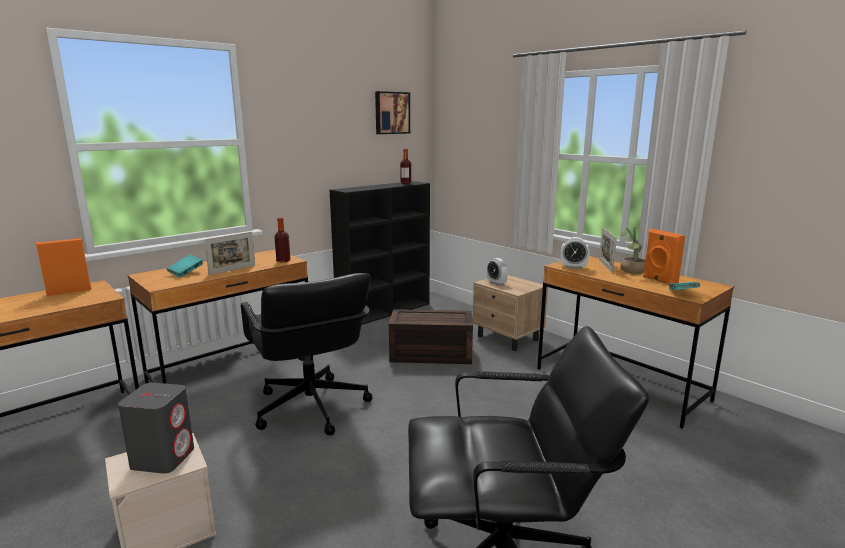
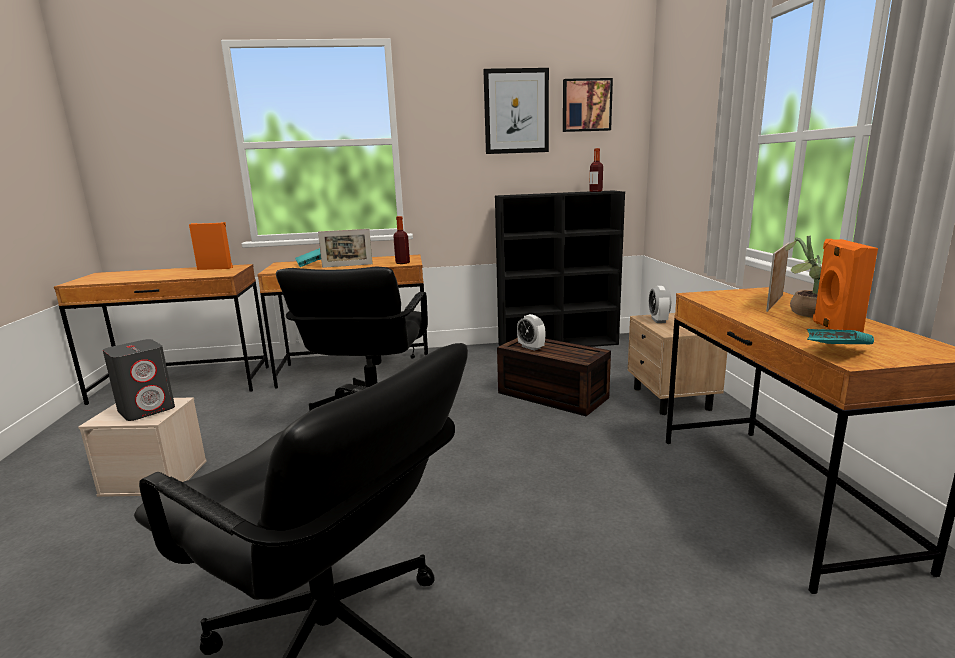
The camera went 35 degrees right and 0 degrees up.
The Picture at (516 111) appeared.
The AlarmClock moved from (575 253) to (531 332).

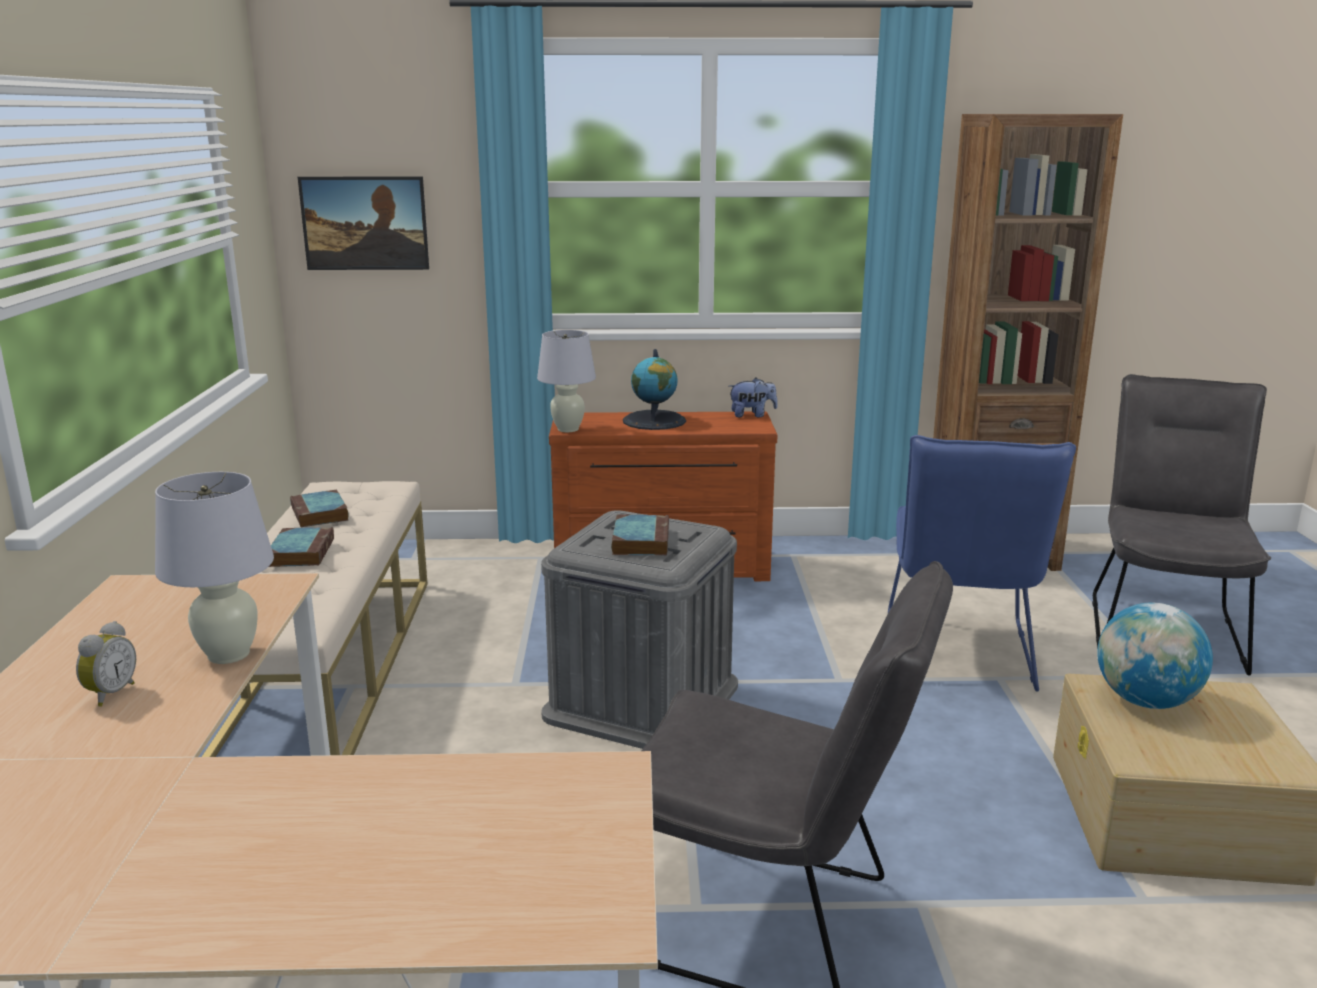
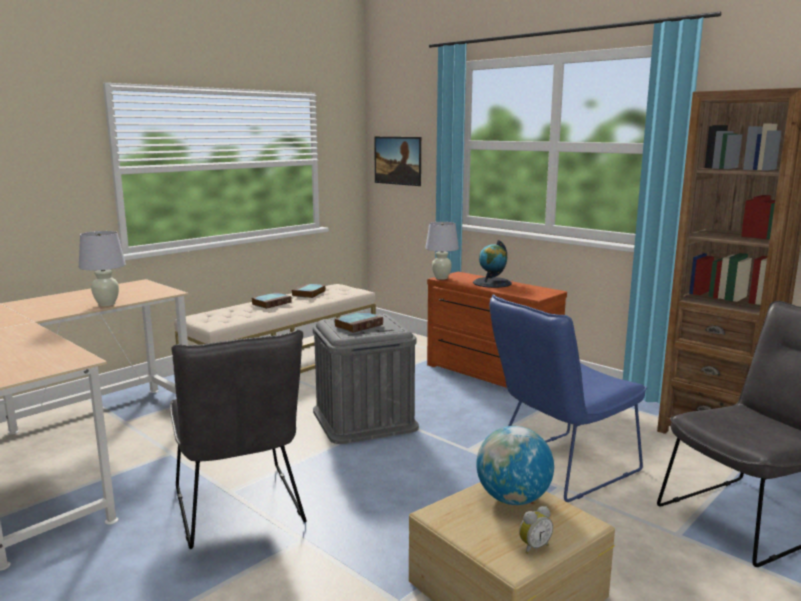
The camera went 45 degrees right and 5 degrees down.
The AlarmClock moved from (106 663) to (536 530).
The PlushToy at (753 397) disappeared.

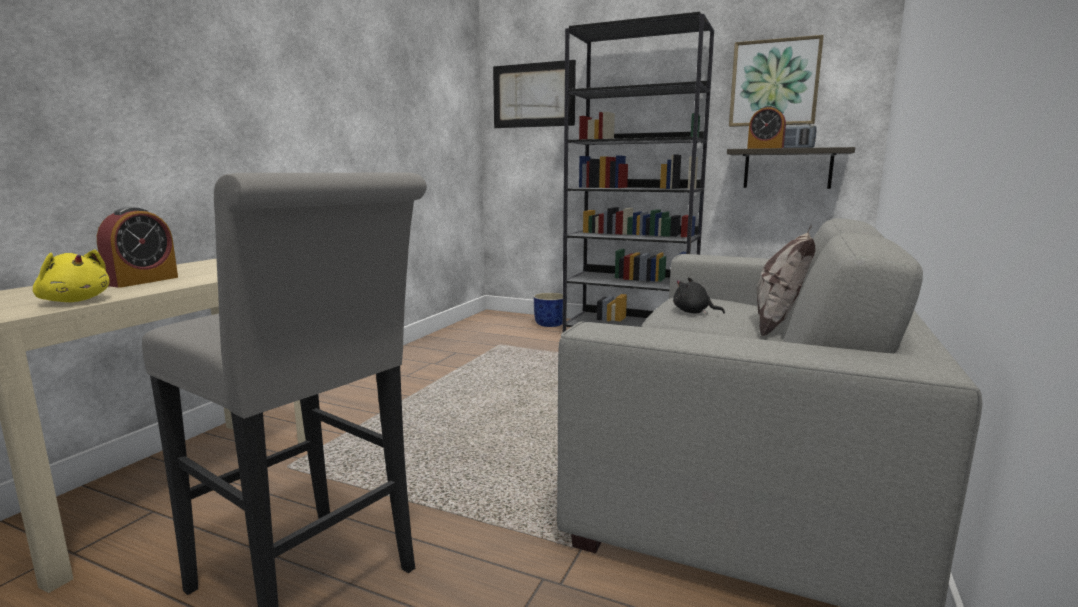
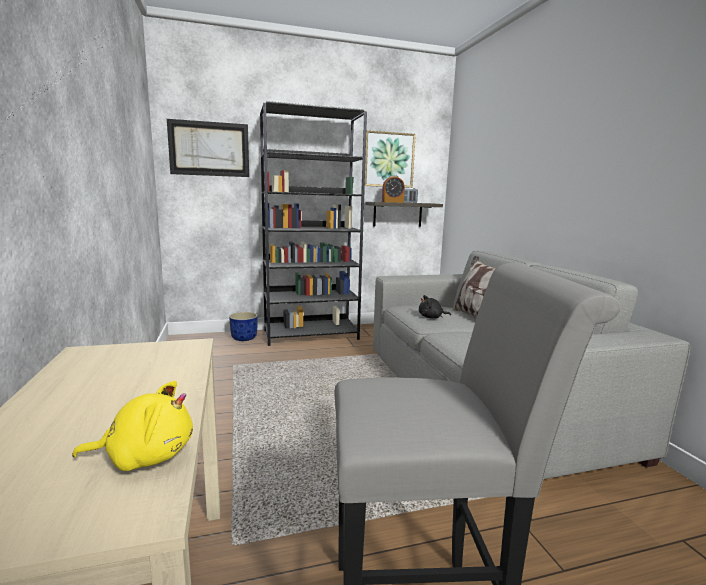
The camera went 40 degrees left and 0 degrees up.
The AlarmClock at (137 247) disappeared.

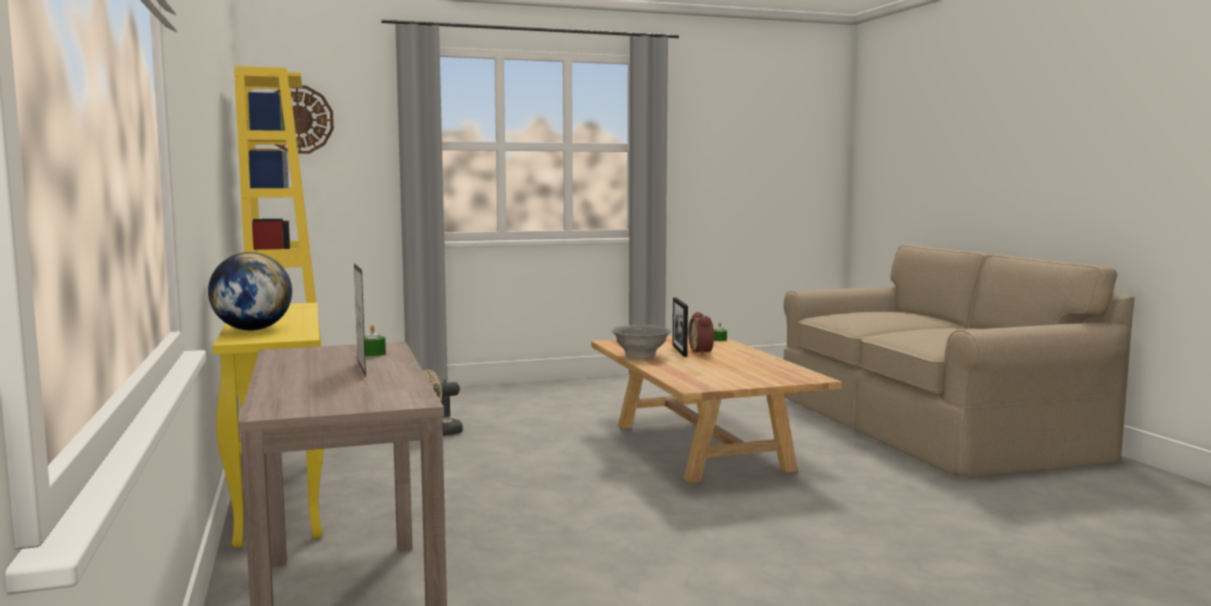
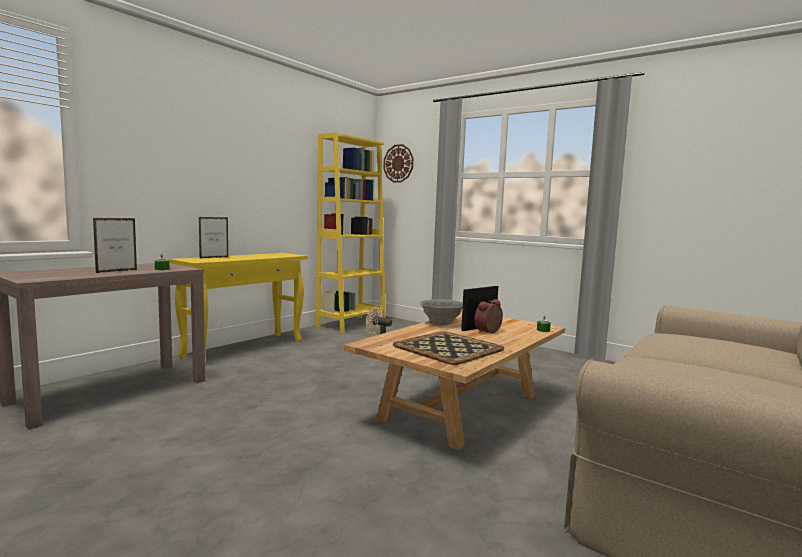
The camera went 55 degrees right and 0 degrees up.
The Globe at (250 291) was replaced by the PictureFrame at (213 238).
The Tray at (448 348) appeared.

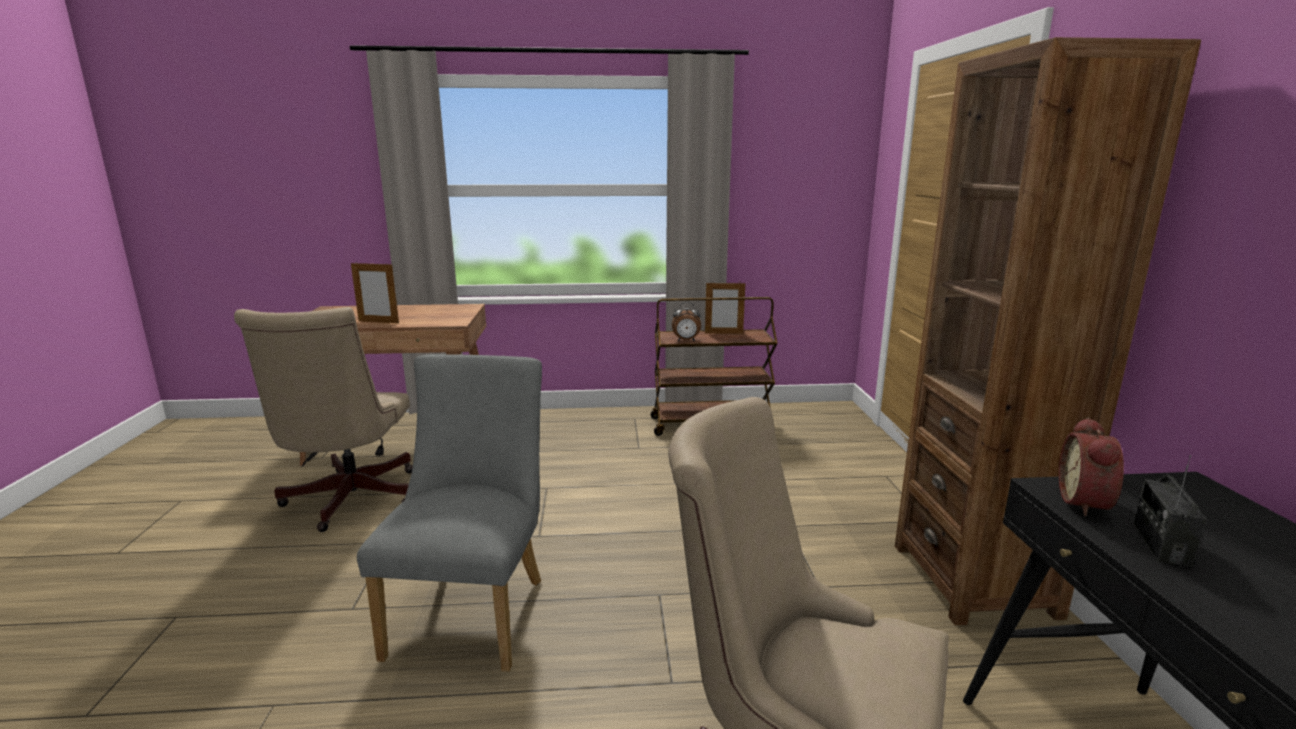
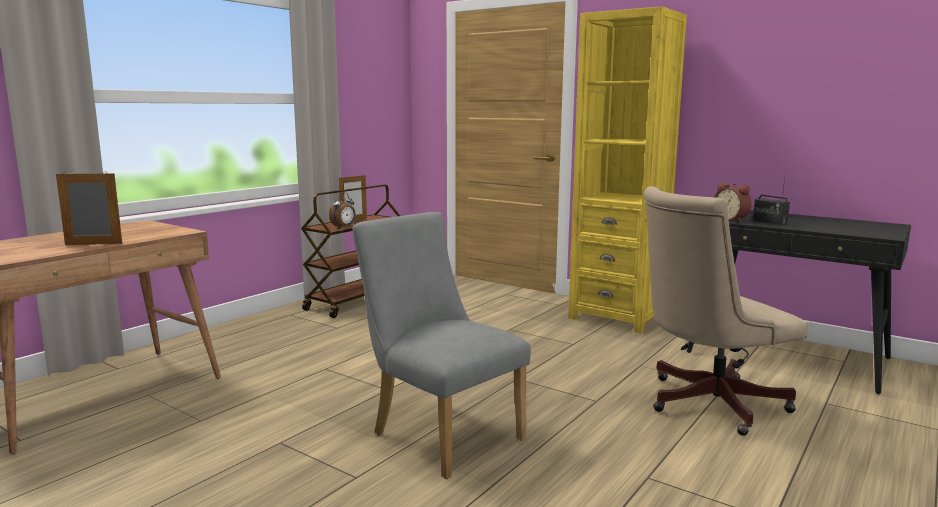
The camera went 50 degrees left and 5 degrees down.
The PictureFrame at (375 292) turned 150 degrees counterclockwise.
The BrownBookcase at (1048 331) became the YellowBookcase at (627 170).
The BeigeOfficeChair at (323 419) disappeared.

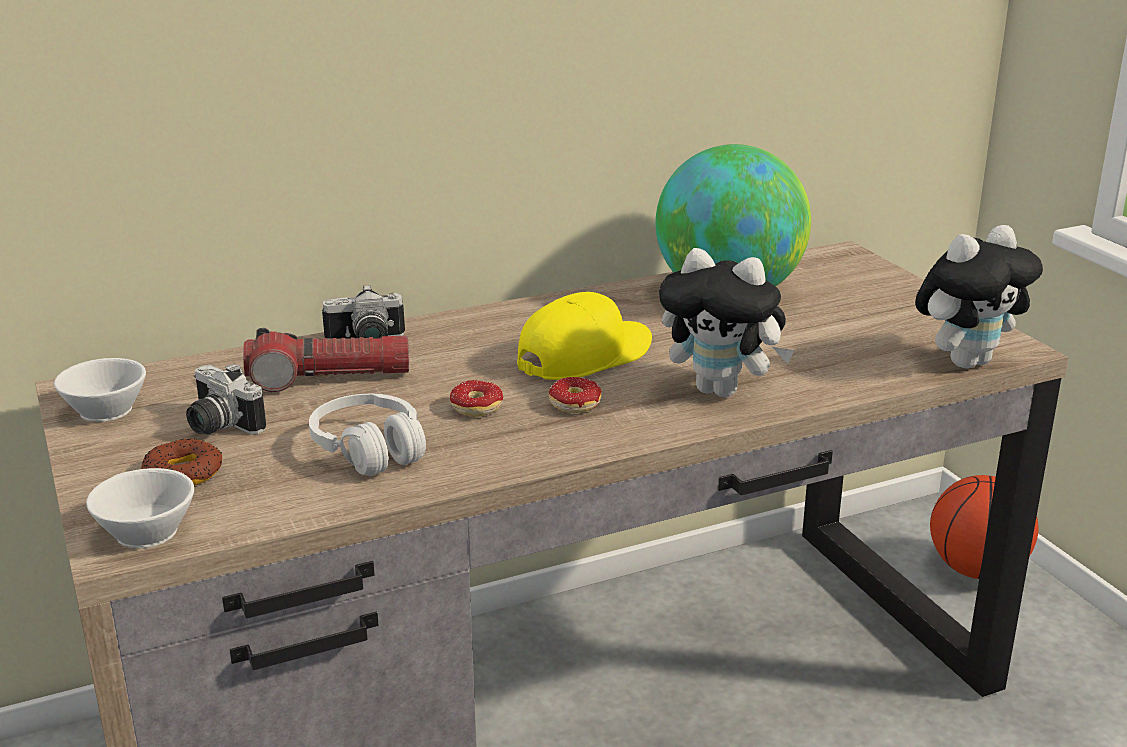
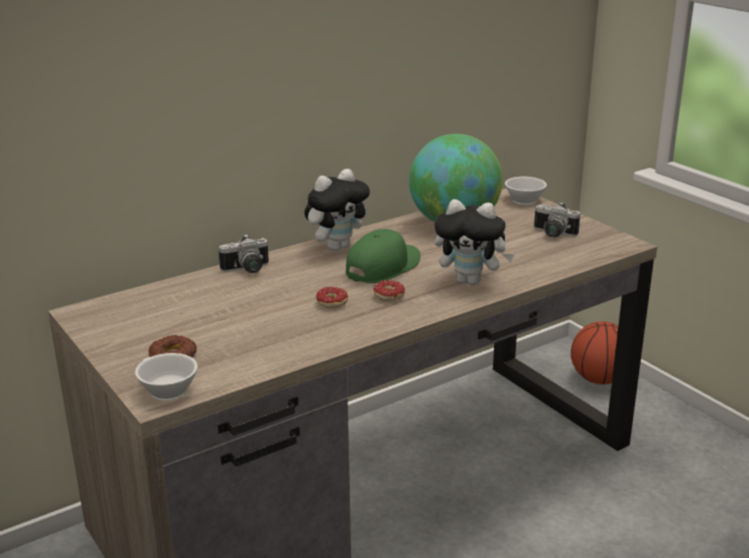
The camera went 10 degrees left and 0 degrees up.
The PlushToy moved from (979 297) to (337 210).
The YellowCap at (584 336) became the GreenCap at (383 256).
The WhiteCup moved from (100 390) to (526 190).
The PhotoCamera moved from (226 399) to (557 219).
The Flashlight at (326 360) disappeared.
The WhiteHeadphones at (367 435) disappeared.

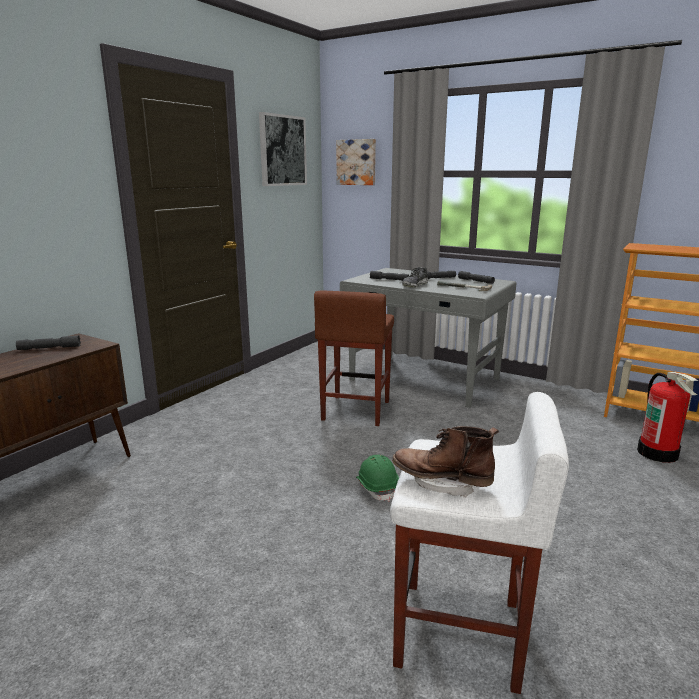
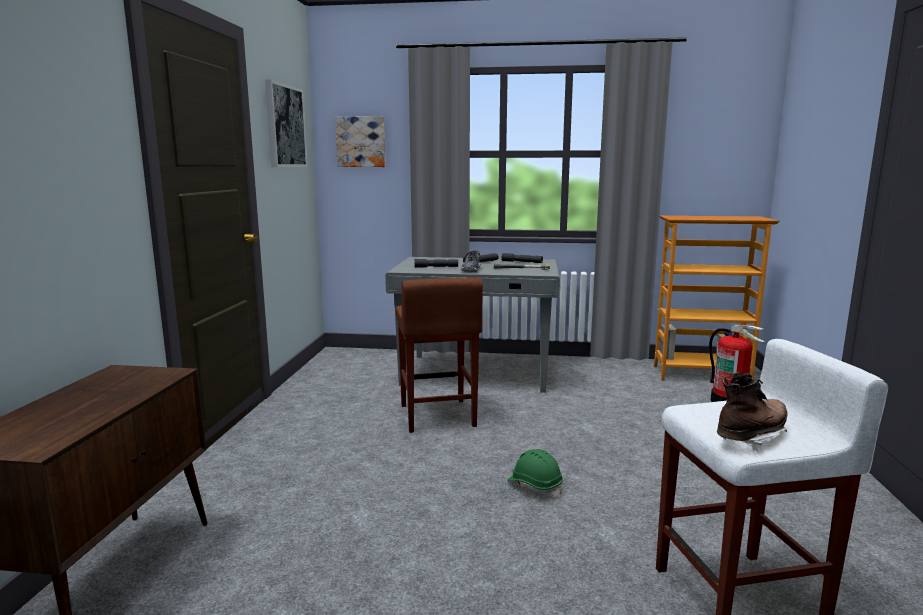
The camera went 25 degrees left and 5 degrees down.
The BrownBoot at (445 462) turned 150 degrees clockwise.
The GreyFlashlight at (48 342) disappeared.

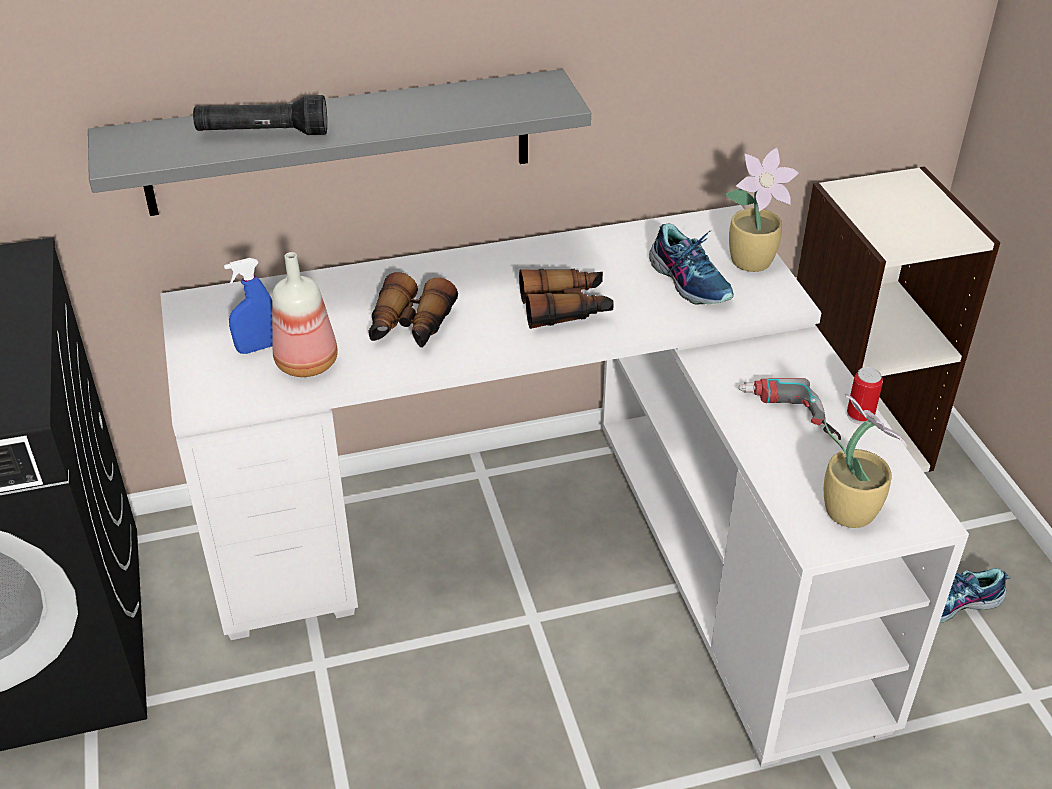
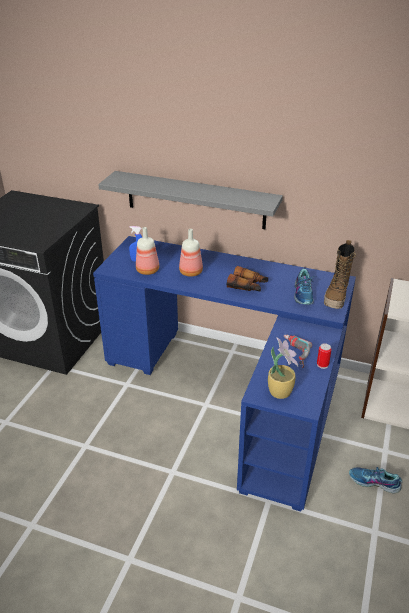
The camera went 35 degrees right and 5 degrees down.
The WhiteDesk at (564 486) became the BlueDesk at (224 374).
The Binoculars at (413 310) was replaced by the Bottle at (191 253).
The PottedPlant at (762 210) was replaced by the Boot at (340 274).
The BlackFlashlight at (260 115) disappeared.

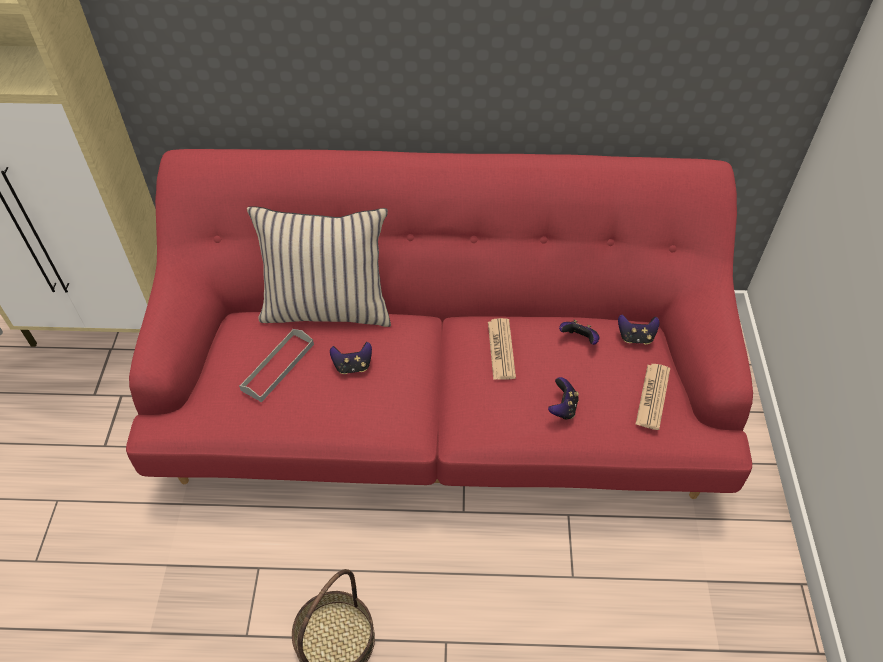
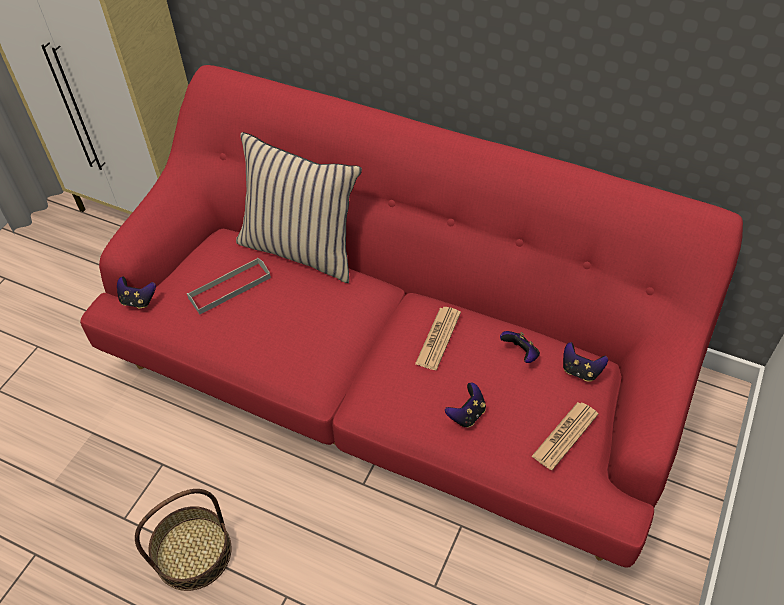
The camera went 25 degrees right and 0 degrees up.
The GameController moved from (351 358) to (136 292).

